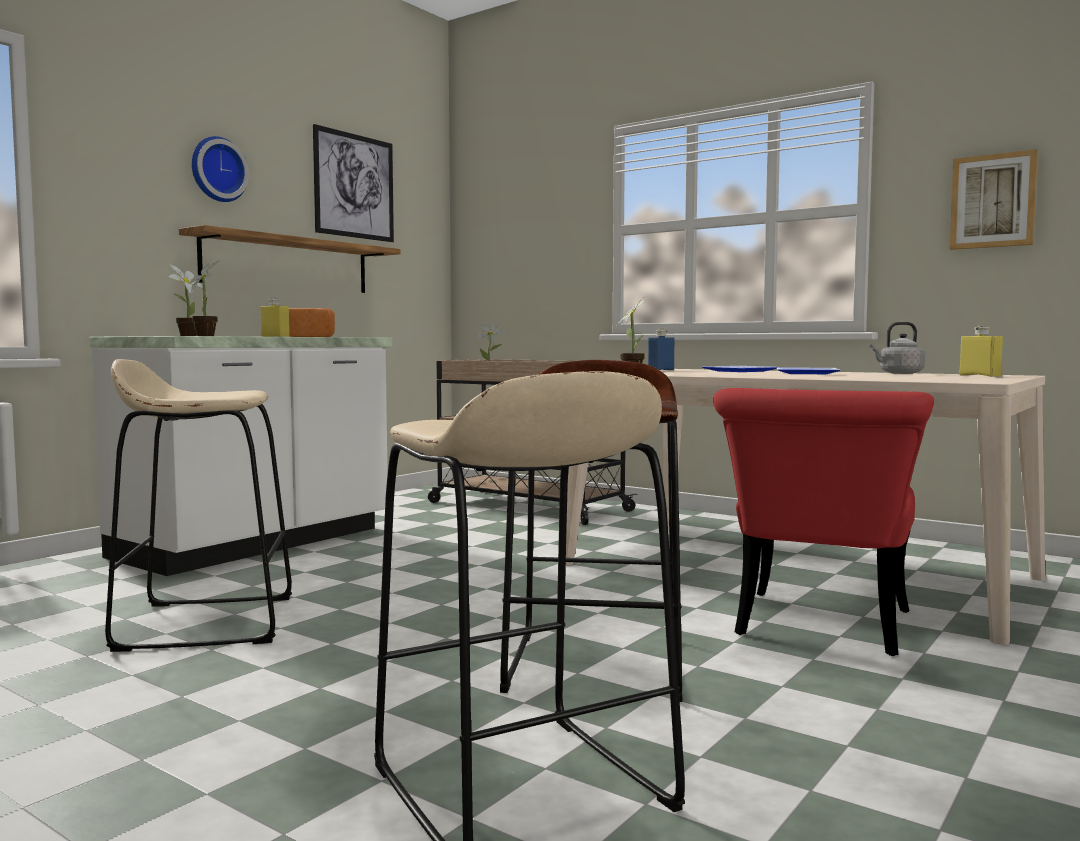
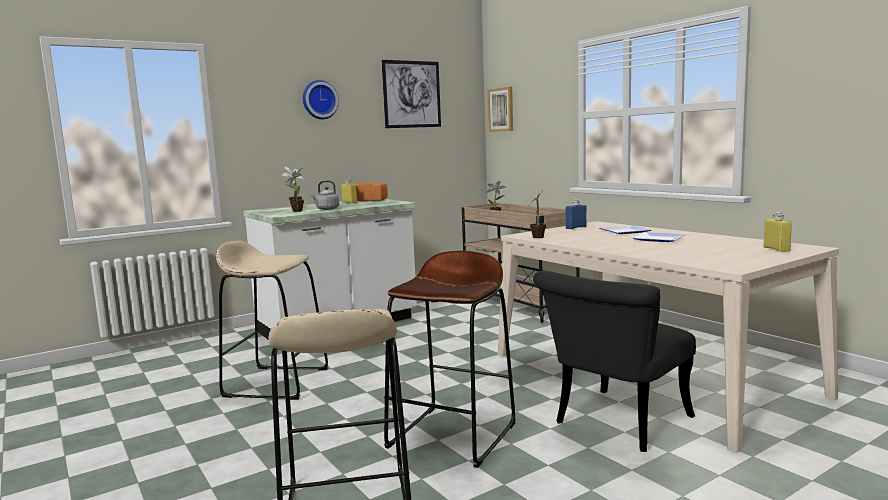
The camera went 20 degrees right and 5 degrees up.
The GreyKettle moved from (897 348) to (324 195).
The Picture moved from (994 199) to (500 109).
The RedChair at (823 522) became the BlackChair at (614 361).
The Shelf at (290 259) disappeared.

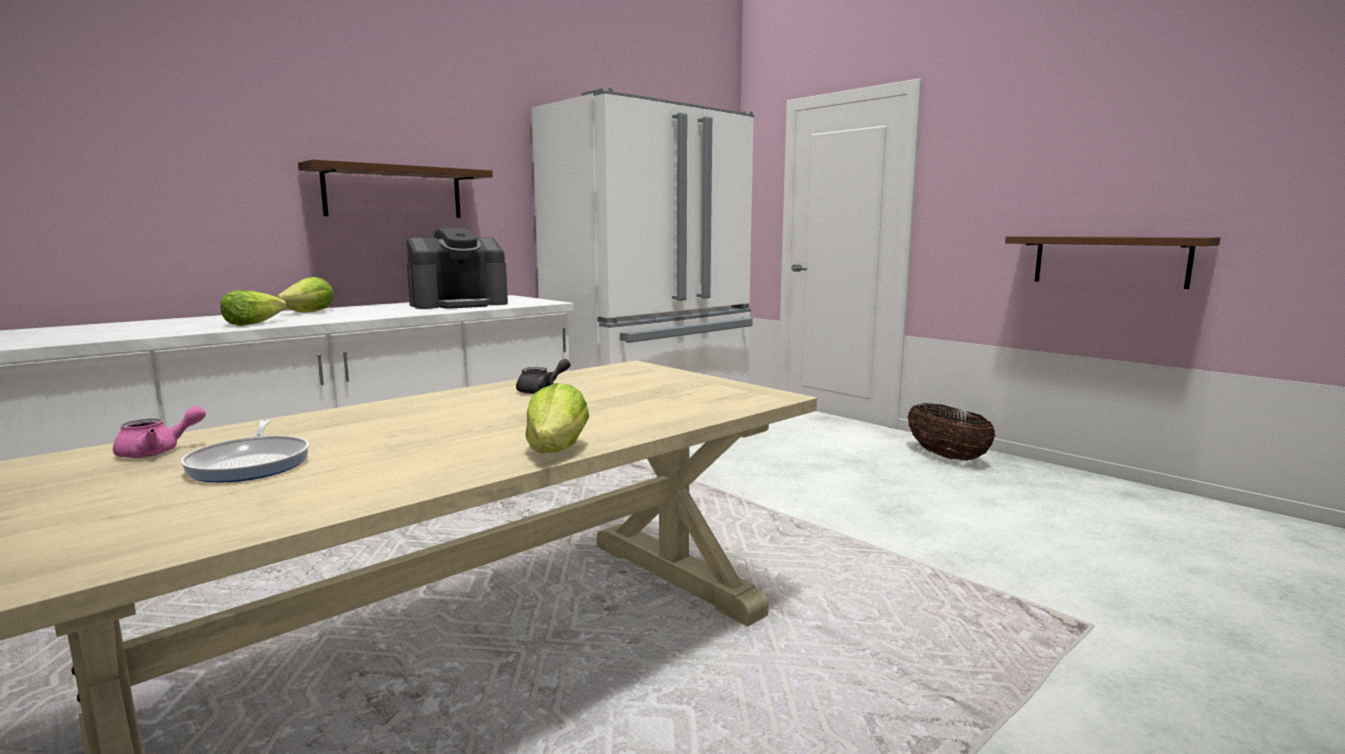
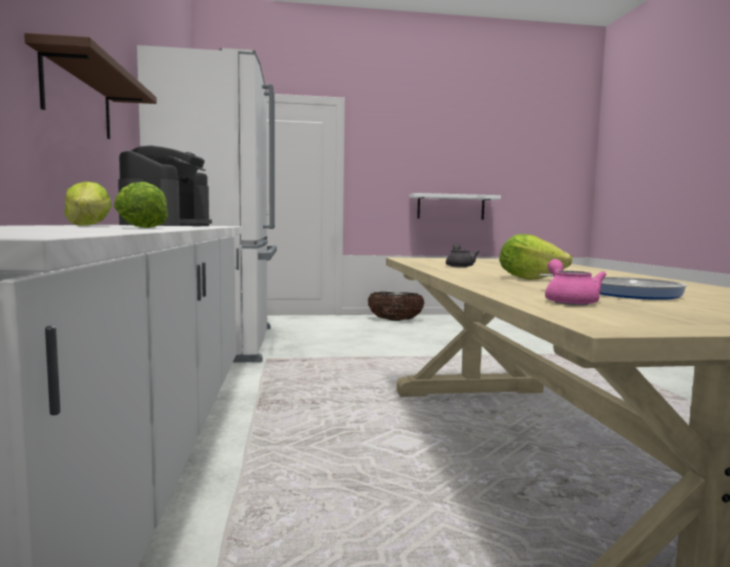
The camera went 55 degrees left and 5 degrees down.
The BrownShelf at (1112 262) became the WhiteShelf at (455 206).
The Lettuce moved from (557 418) to (535 257).

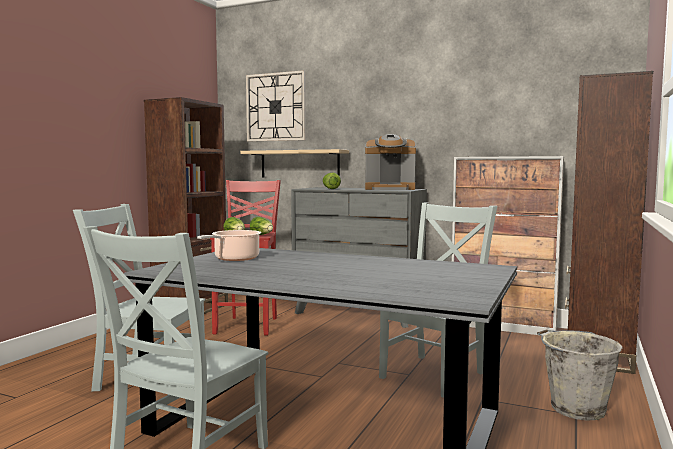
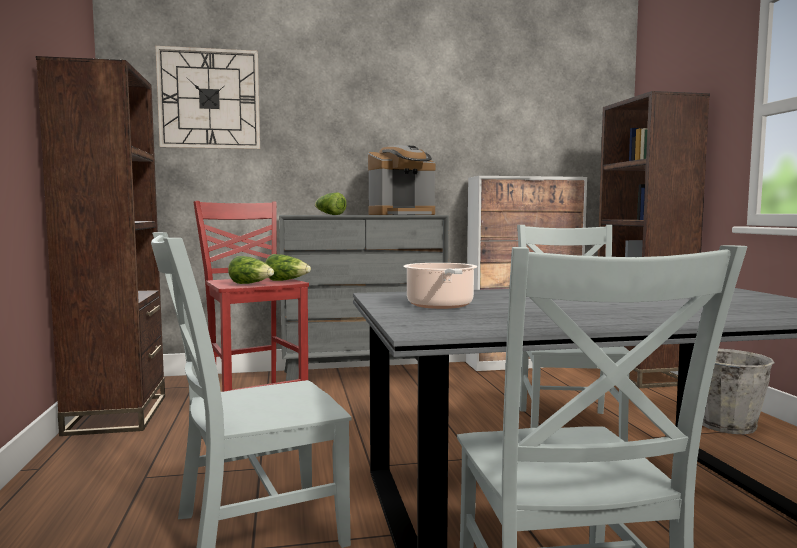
The camera went 35 degrees left and 0 degrees up.
The BeigeShelf at (294 163) disappeared.

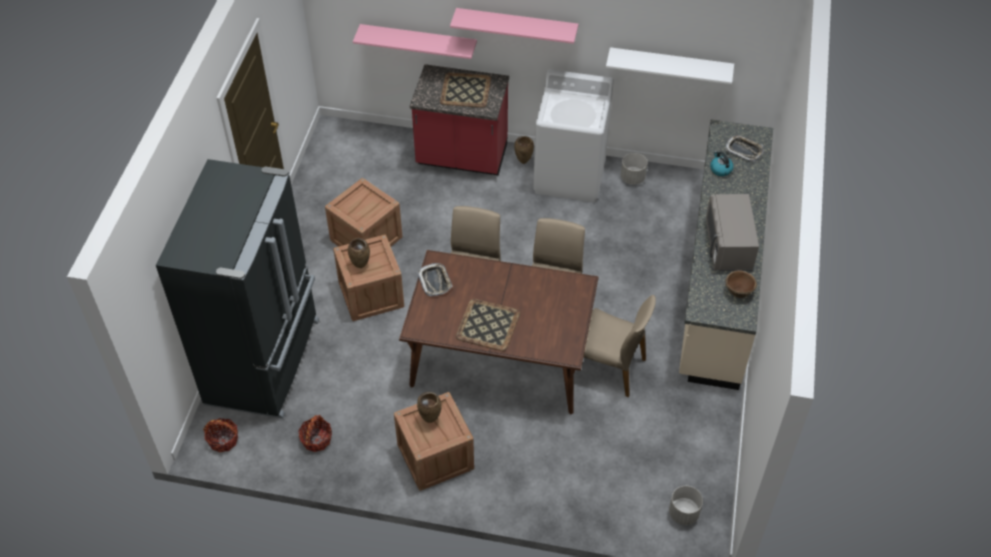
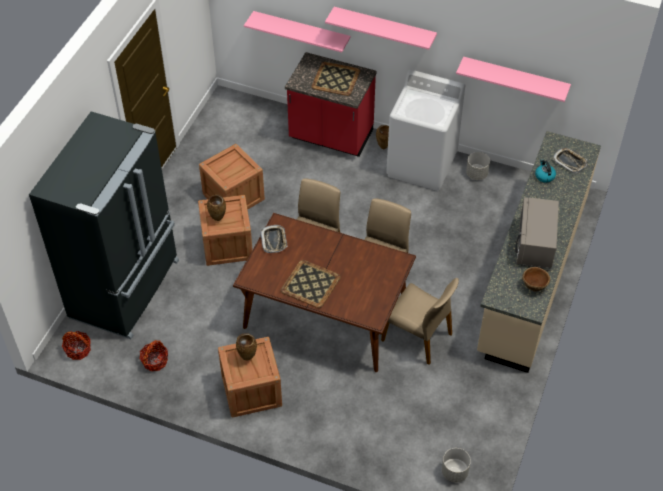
The camera went 10 degrees right and 0 degrees up.
The WhiteShelf at (670 65) became the PinkShelf at (513 79).

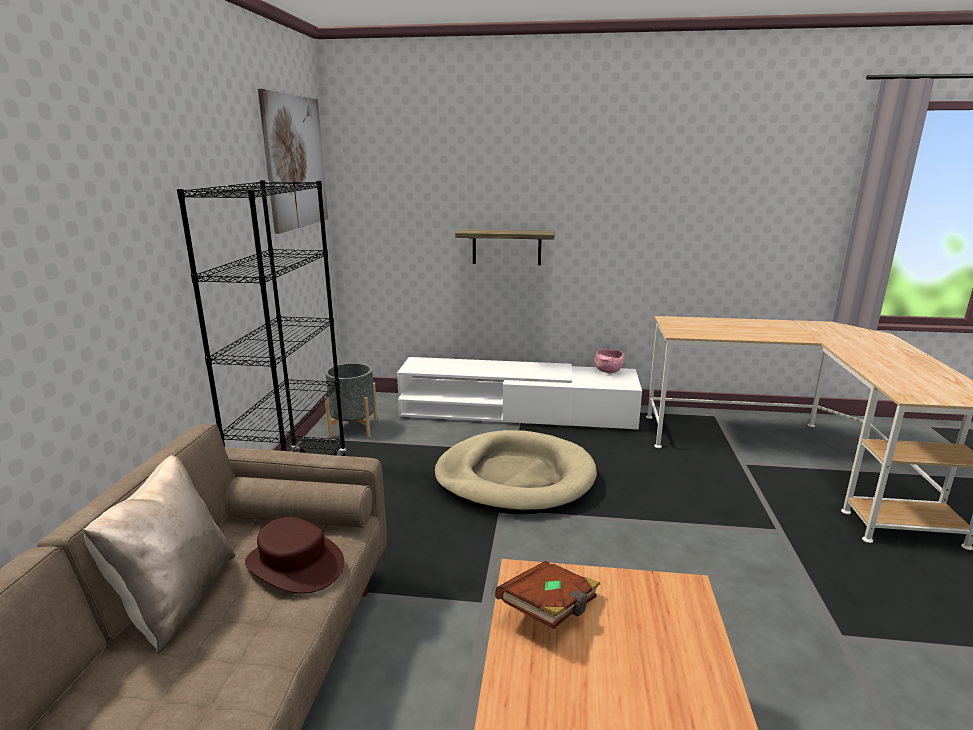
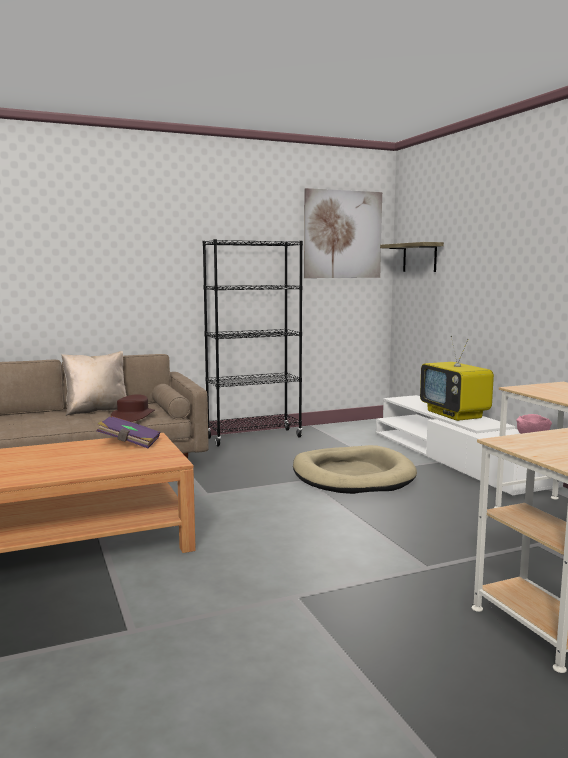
The camera went 60 degrees right and 10 degrees down.
The BrownBook at (547 595) became the PurpleBook at (128 432).
The Shelf moved from (505 247) to (412 257).
The Television at (457 378) appeared.
The GreyPlanter at (351 400) disappeared.

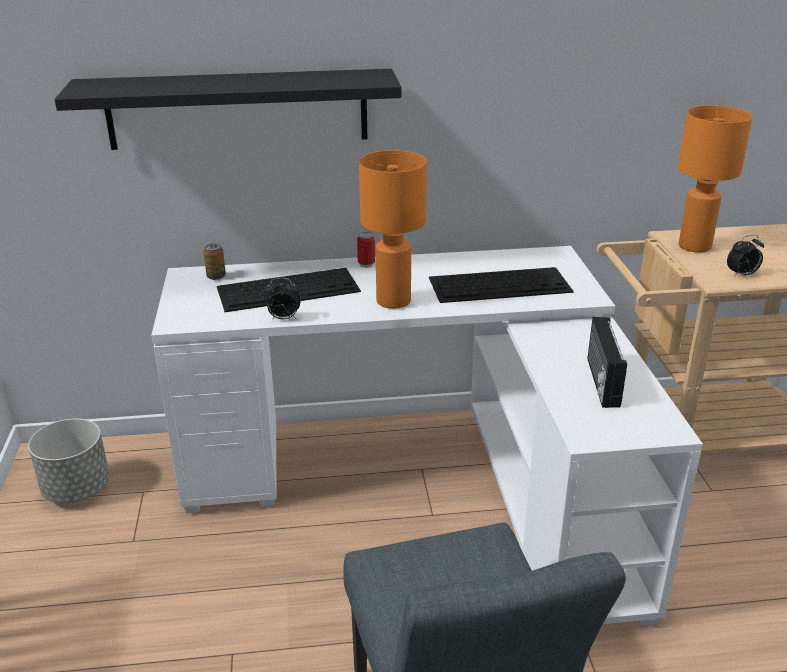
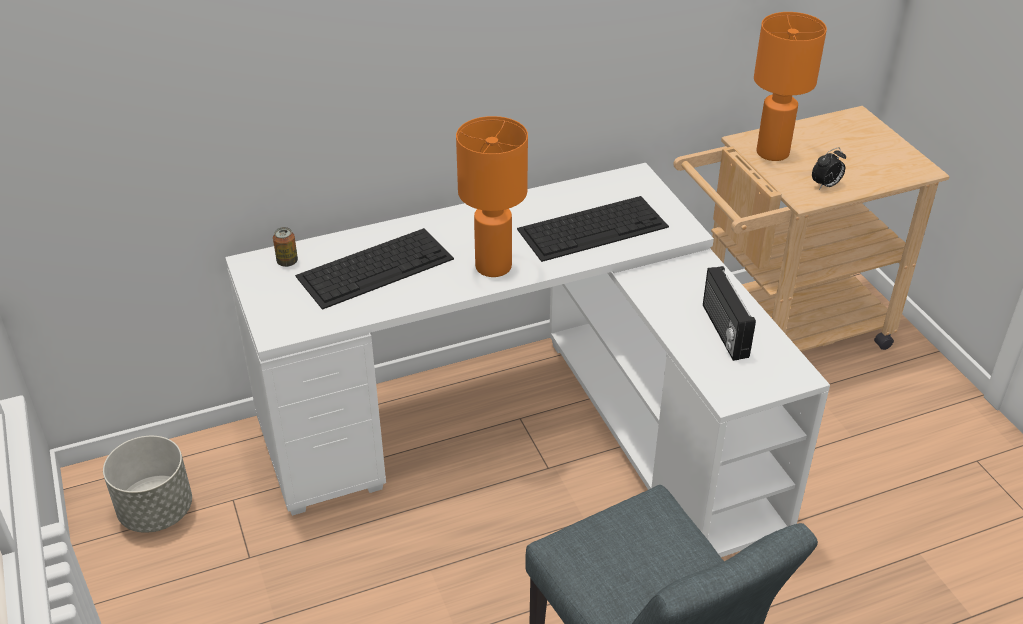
The camera went 15 degrees left and 10 degrees up.
The BlackShelf at (228 109) disappeared.
The AlarmClock at (282 299) disappeared.
The Can at (366 250) disappeared.

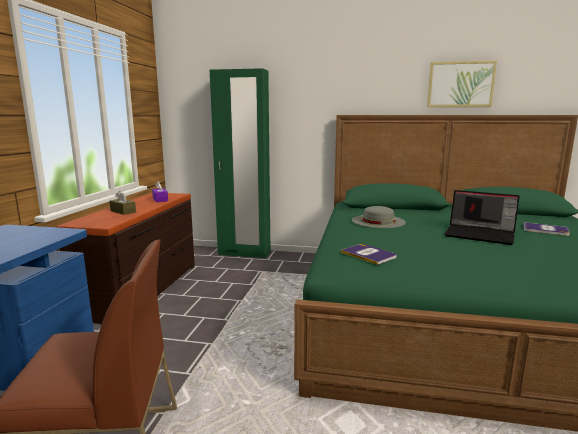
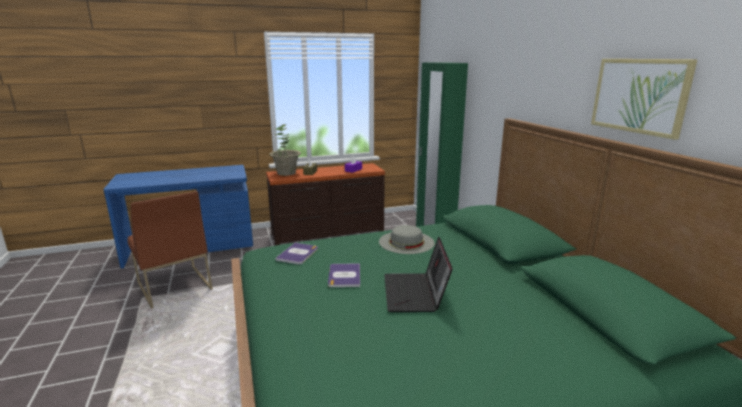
The camera went 60 degrees right and 5 degrees up.
The PottedPlant at (285 150) appeared.
The Book moved from (547 229) to (344 275).

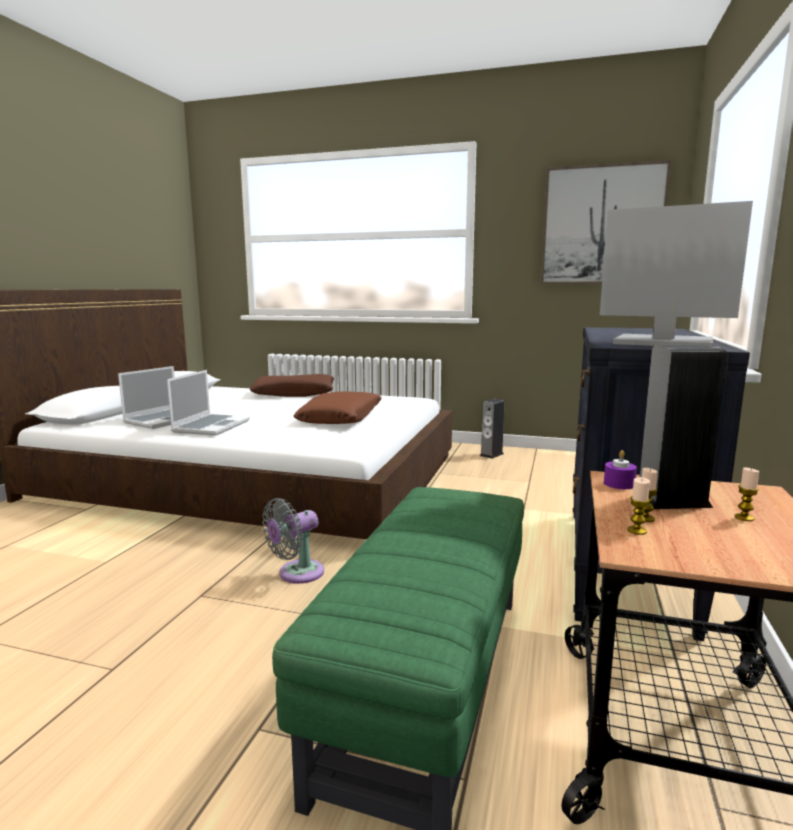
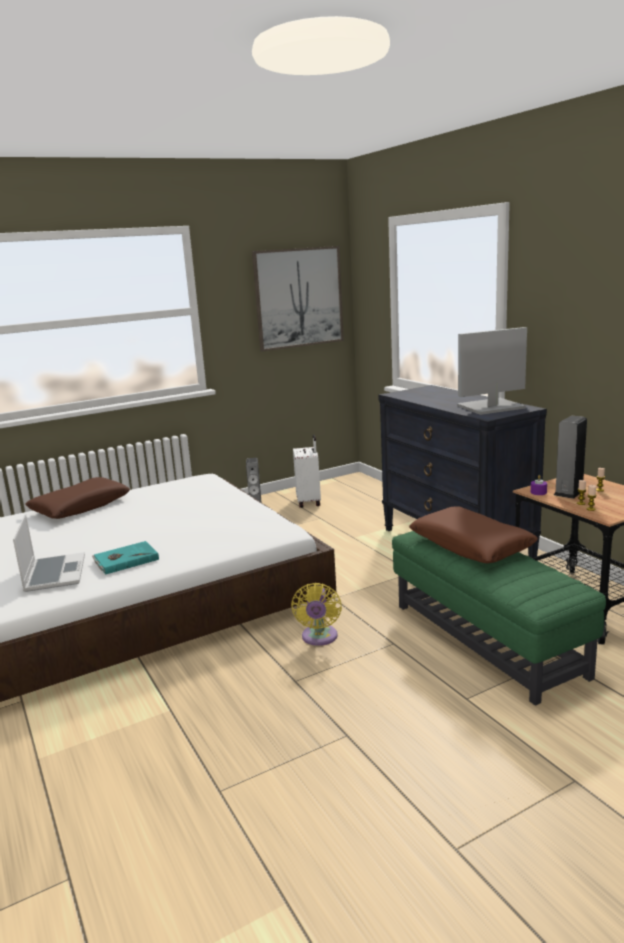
The camera went 45 degrees left and 5 degrees up.
The Laptop at (208 403) was replaced by the TurquoiseBook at (125 558).
The GreyFan at (293 541) became the YellowFan at (316 614).
The WhiteSuitcase at (307 471) appeared.
The BrownPillow moved from (337 407) to (473 534).

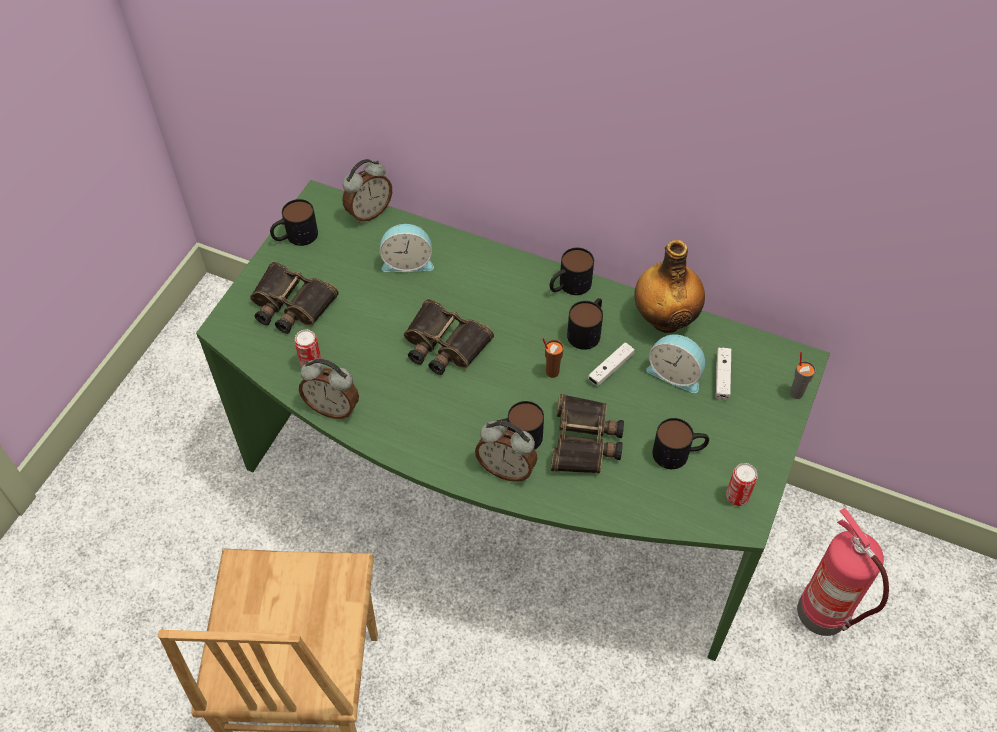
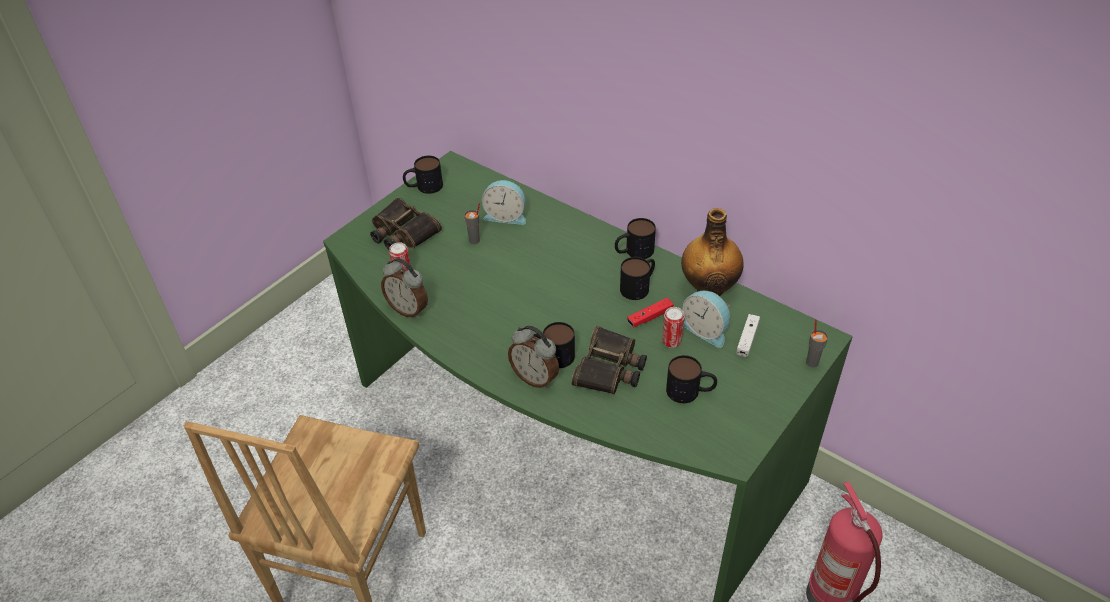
The camera went 15 degrees right and 10 degrees down.
The GreyCup at (472 223) appeared.
The WhiteGameController at (611 364) became the RedGameController at (650 313).
The Can moved from (742 484) to (673 327).
The AlarmClock at (367 191) disappeared.
The Binoculars at (449 337) disappeared.
The BrownCup at (553 358) disappeared.

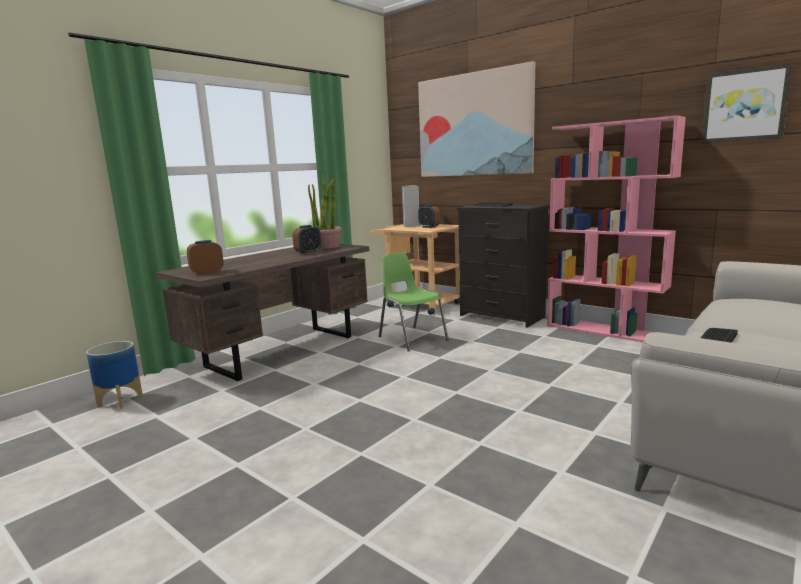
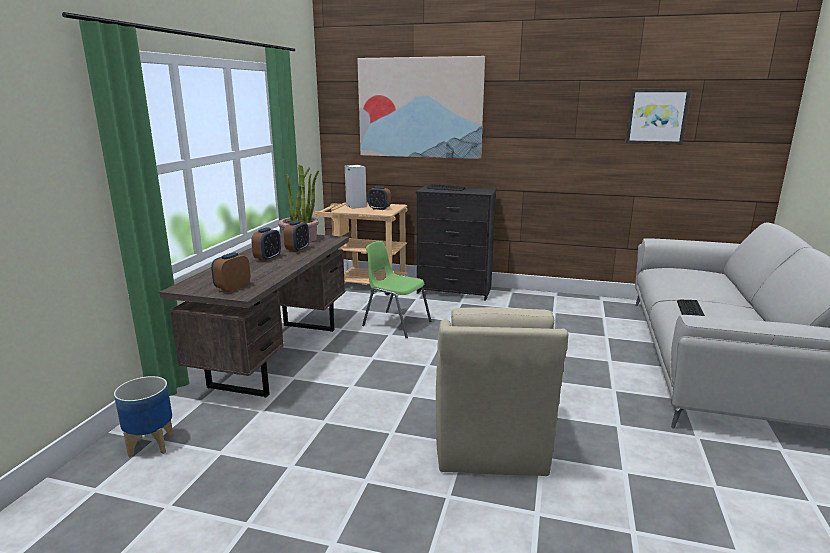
The camera went 25 degrees left and 5 degrees up.
The AlarmClock at (266 244) appeared.
The BeigeArmchair at (502 391) appeared.
The PinkBookcase at (616 228) disappeared.

